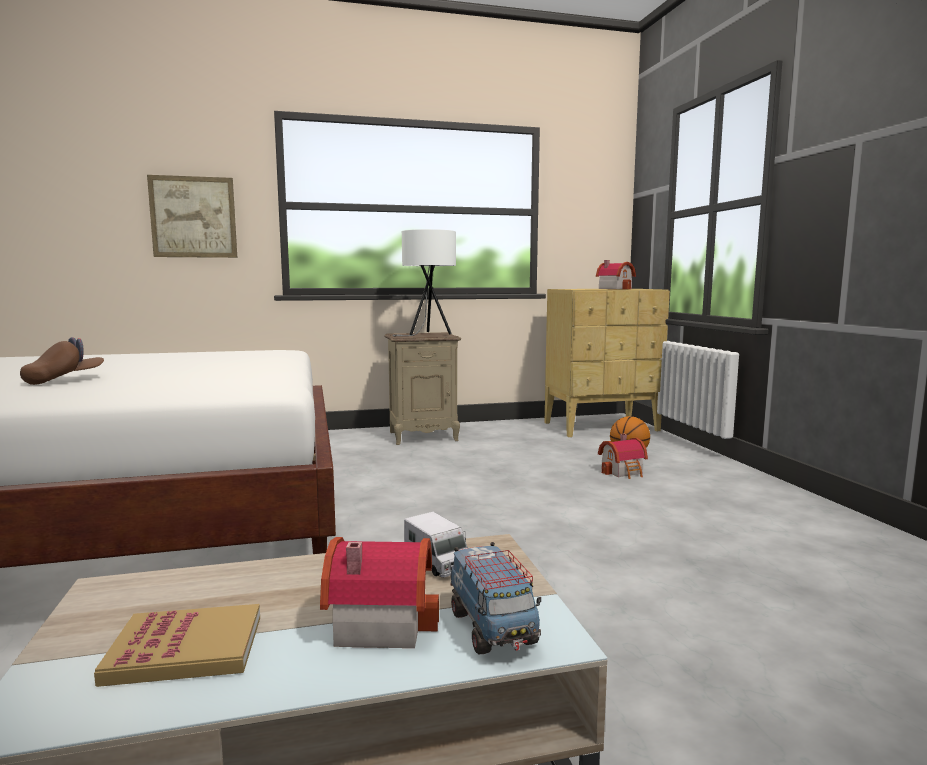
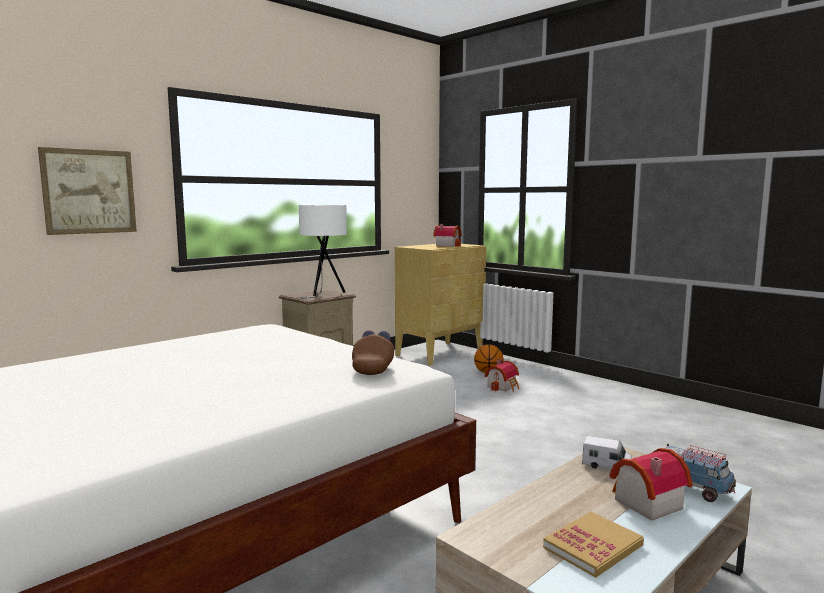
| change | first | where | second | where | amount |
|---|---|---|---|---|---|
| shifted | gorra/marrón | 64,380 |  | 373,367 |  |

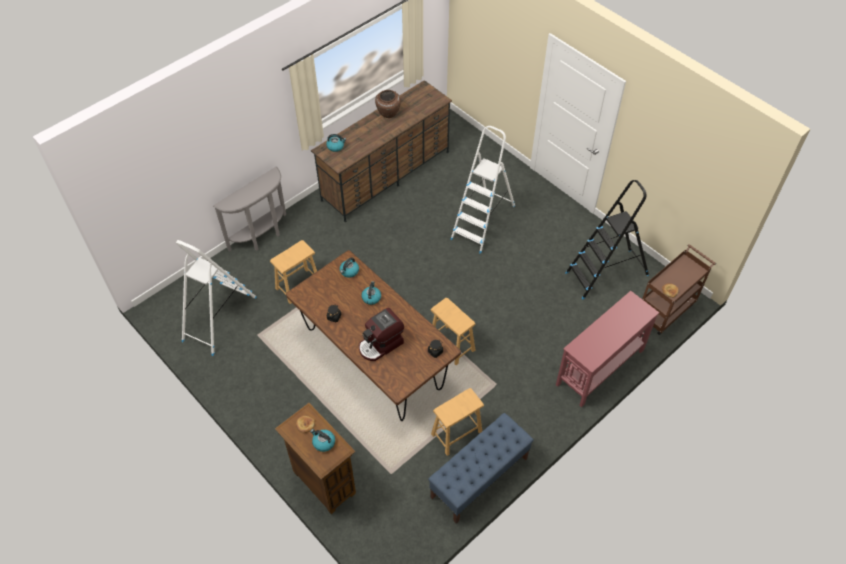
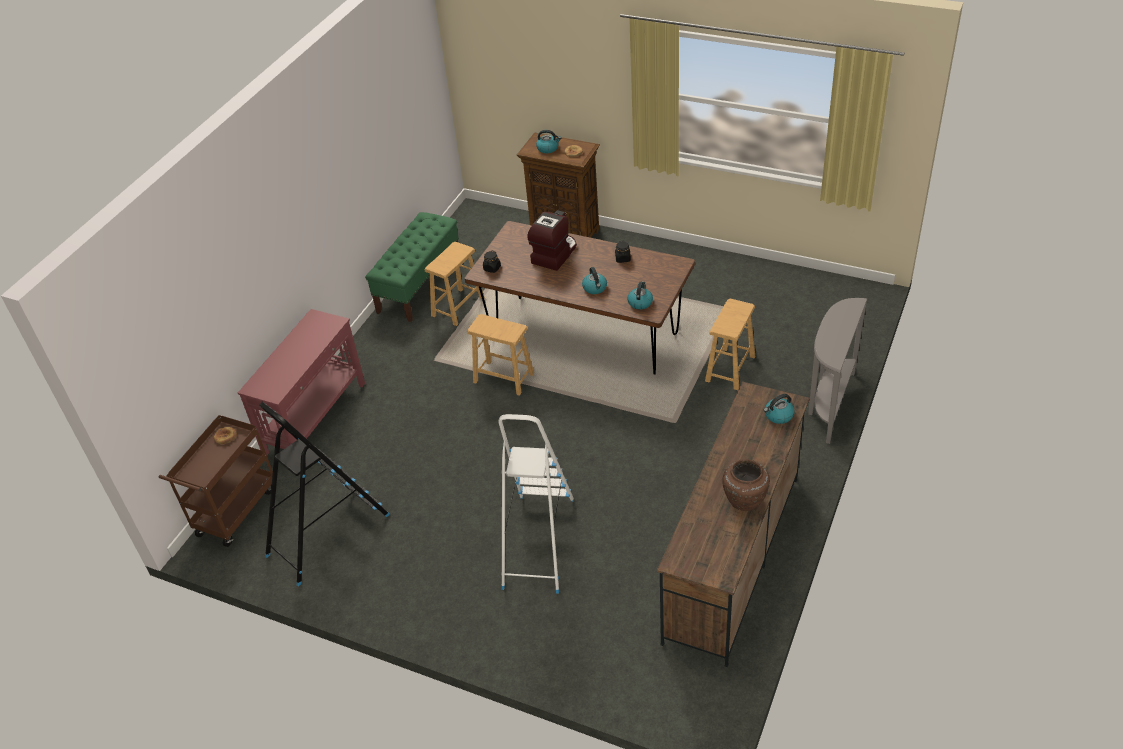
| change | first | where | second | where | amount |
|---|---|---|---|---|---|
| gone | escalera de tijera/blanco | 220,318 |  |  |  |
| repainted | banco/azul | 479,478 | banco/verde | 419,284 |  |

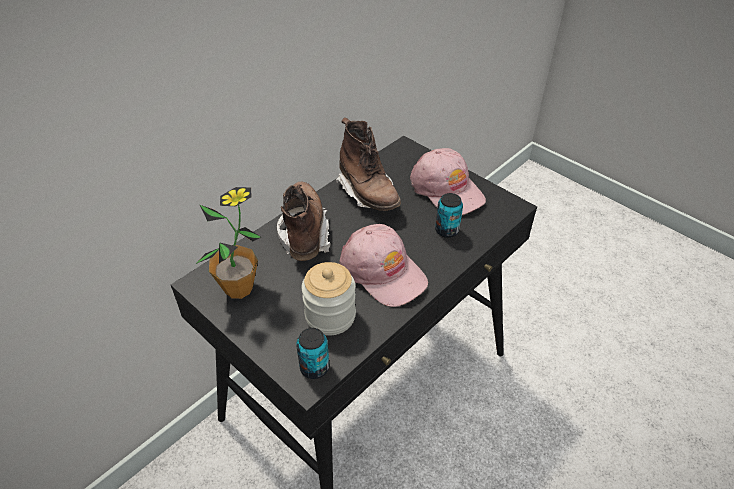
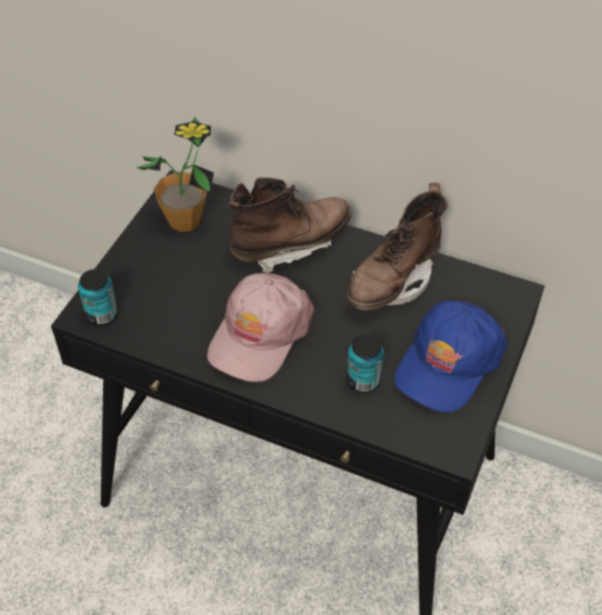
| change | first | where | second | where | amount |
|---|---|---|---|---|---|
| gone | tarro | 330,316 |  |  |  |
| repainted | gorra/rosa | 446,189 | gorra/azul | 448,362 |  |

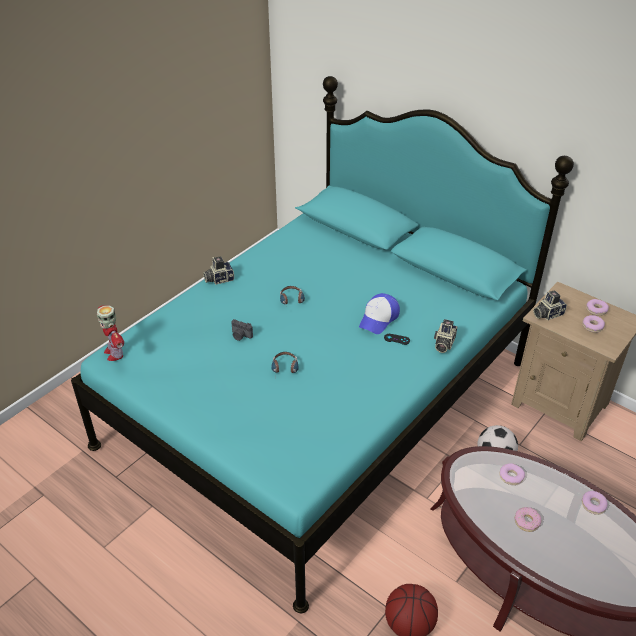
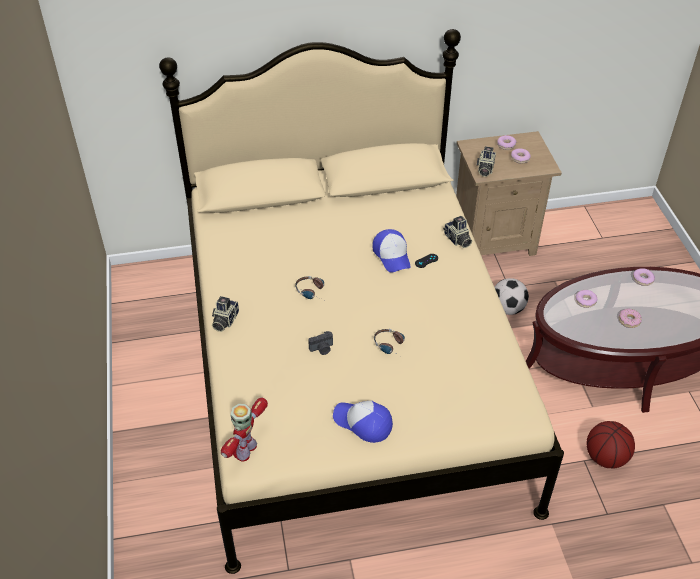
| change | first | where | second | where | amount |
|---|---|---|---|---|---|
| new |  |  | gorra | 363,423 |  |
| repainted | cama/turquesa | 317,403 | cama/beis | 349,372 |  |
| rotated | robot de juguete | 114,353 |  | 246,450 | 105 degrees clockwise |

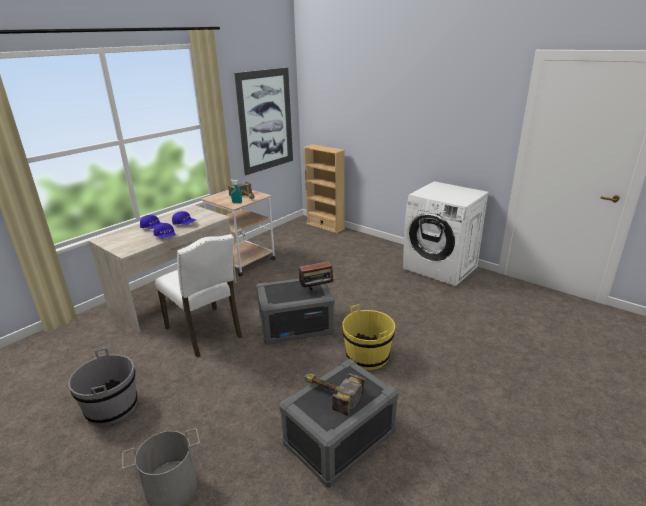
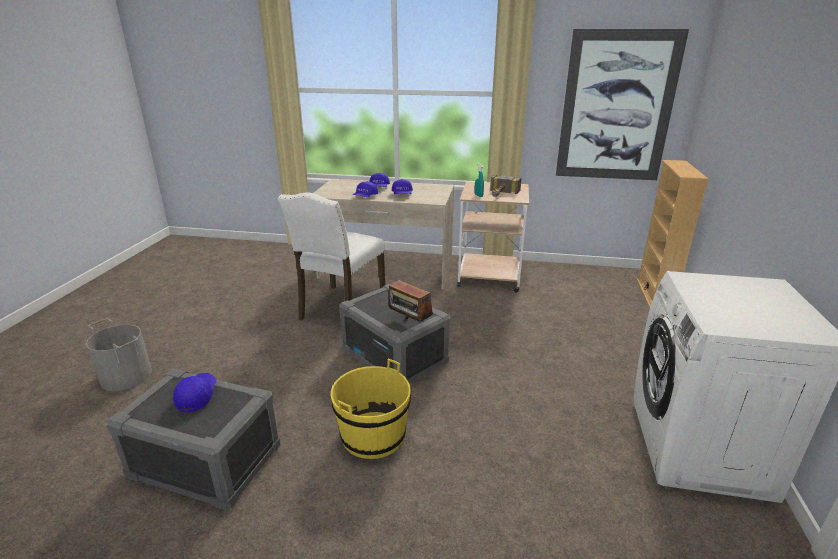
| change | first | where | second | where | amount |
|---|---|---|---|---|---|
| gone | cubo/gris | 112,407 |  |  |  |
| swapped | martillo | 330,393 | gorra/azul | 197,396 |  |

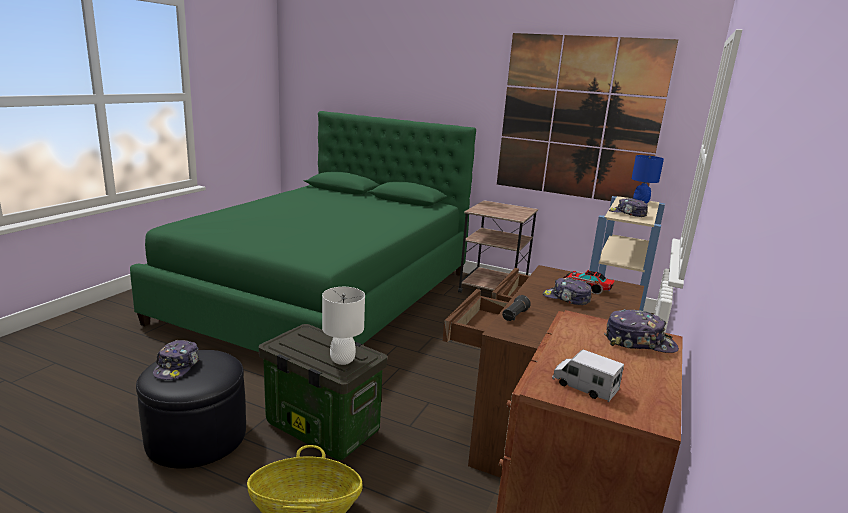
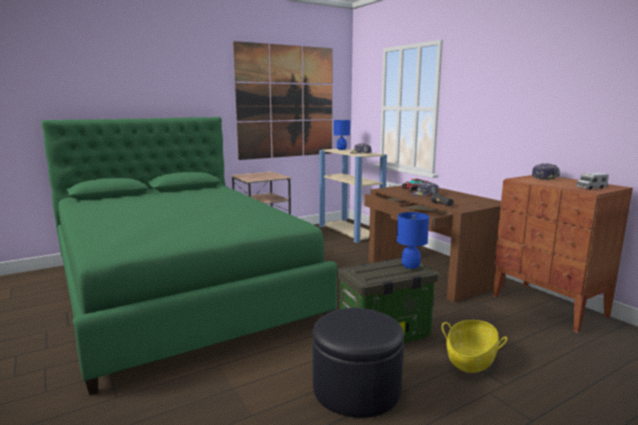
| change | first | where | second | where | amount |
|---|---|---|---|---|---|
| gone | gorra | 177,367 |  |  |  |
| repainted | lámpara de mesa/blanco | 343,361 | lámpara de mesa/azul | 411,266 |  |

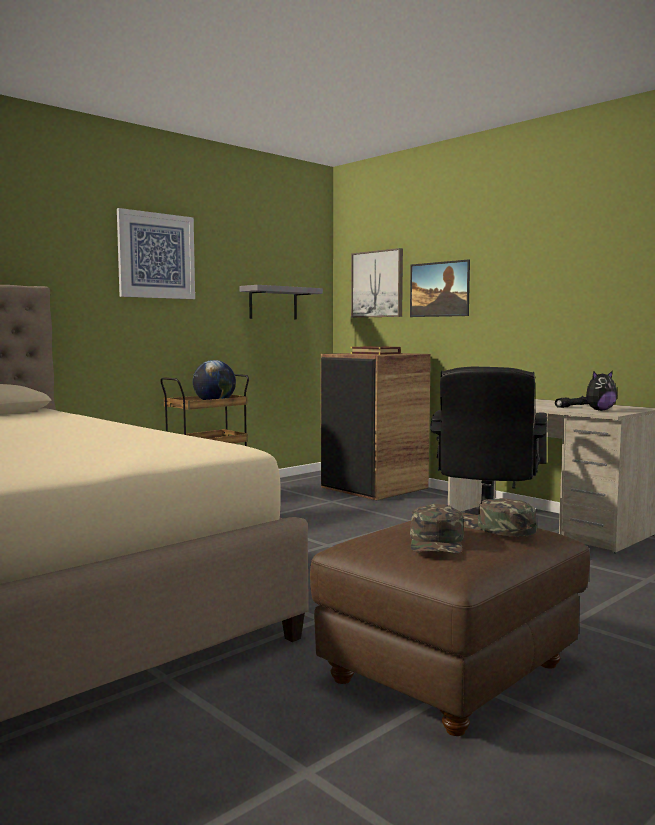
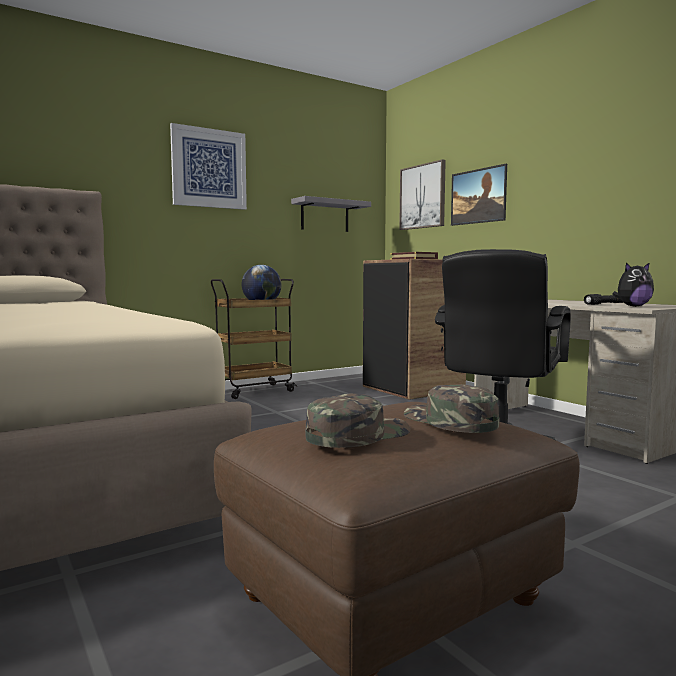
| change | first | where | second | where | amount |
|---|---|---|---|---|---|
| rotated | gorra/verde | 437,542 |  | 357,435 | 150 degrees counterclockwise |

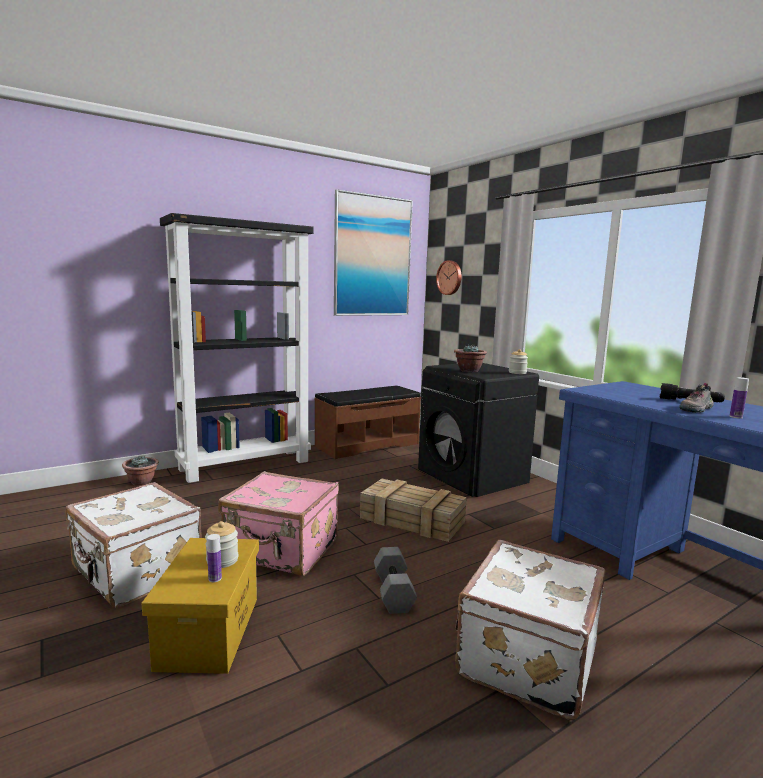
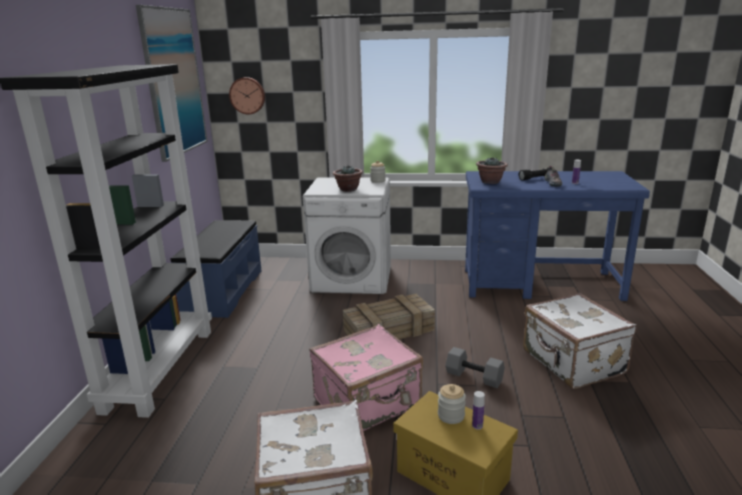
| change | first | where | second | where | amount |
|---|---|---|---|---|---|
| shifted | planta en maceta | 142,482 |  | 490,182 |  |
| repainted | banco/marrón | 367,445 | banco/azul | 223,291 |  |
| repainted | lavadora/negro | 471,476 | lavadora/blanco | 352,279 |  |

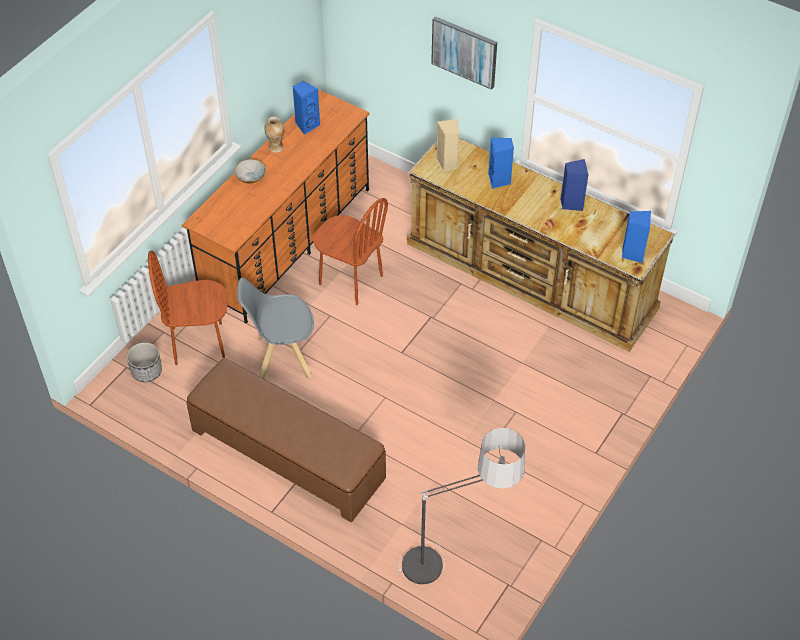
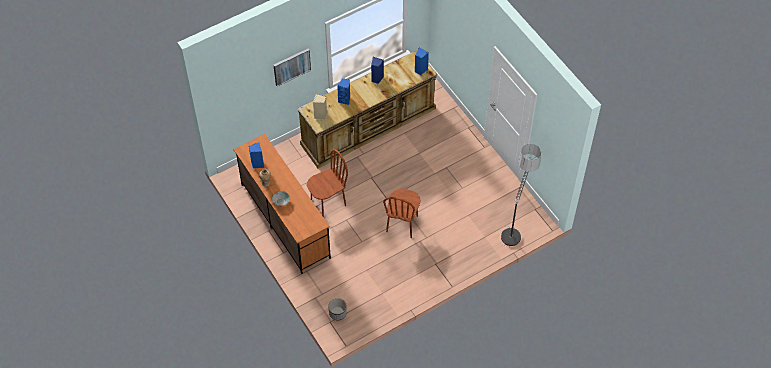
| change | first | where | second | where | amount |
|---|---|---|---|---|---|
| gone | banco/marrón | 286,454 |  |  |  |
| gone | silla/gris | 282,357 |  |  |  |
| shifted | silla/marrón | 198,343 |  | 402,224 |  |

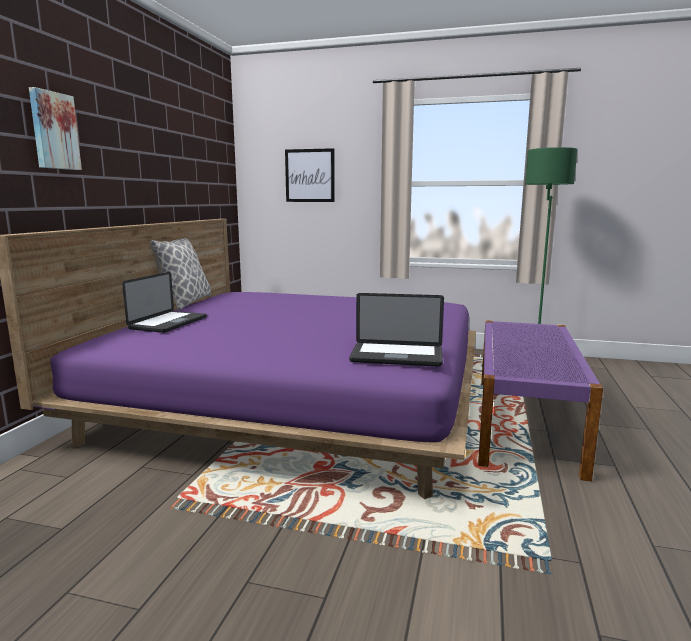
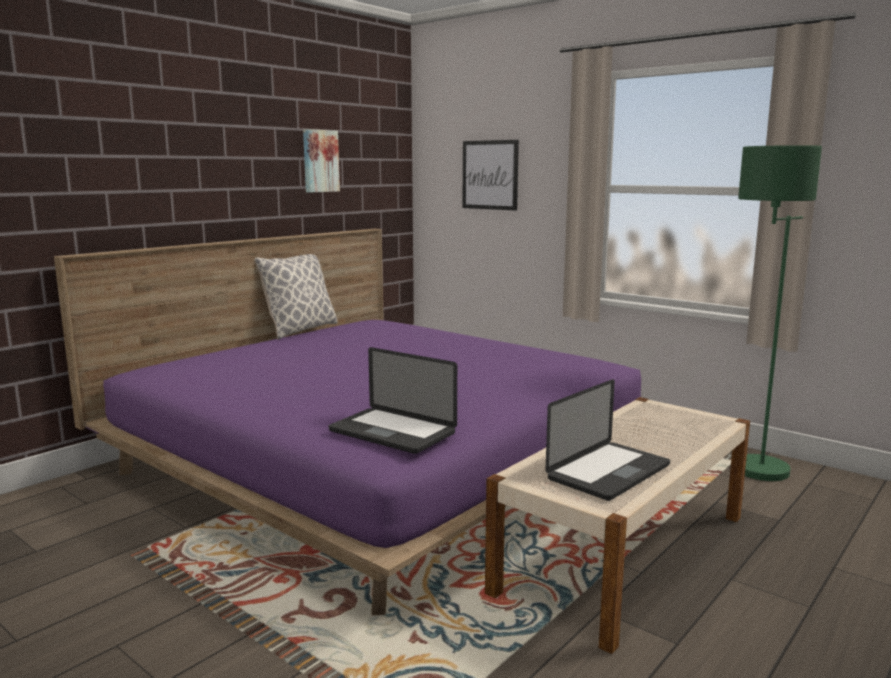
| change | first | where | second | where | amount |
|---|---|---|---|---|---|
| shifted | cuadro | 53,131 |  | 320,161 |  |
| shifted | portátil | 168,323 |  | 608,472 |  |
| repainted | banco/morado | 523,422 | banco/beis | 623,552 |  |

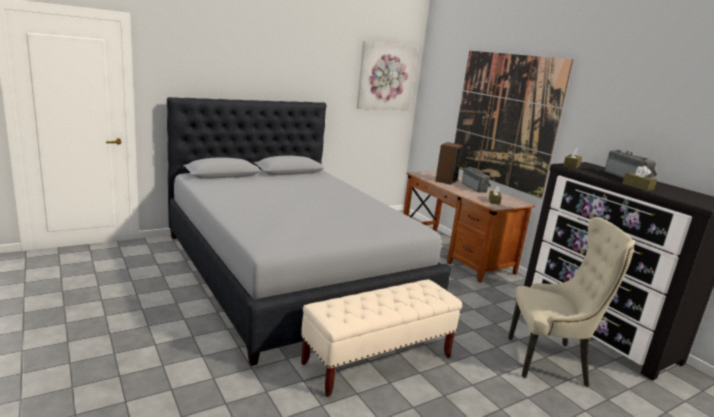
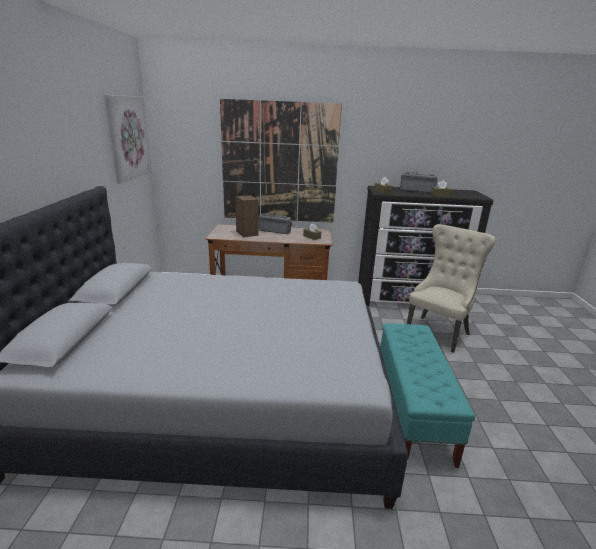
| change | first | where | second | where | amount |
|---|---|---|---|---|---|
| repainted | banco/beis | 378,360 | banco/turquesa | 412,410 |  |

